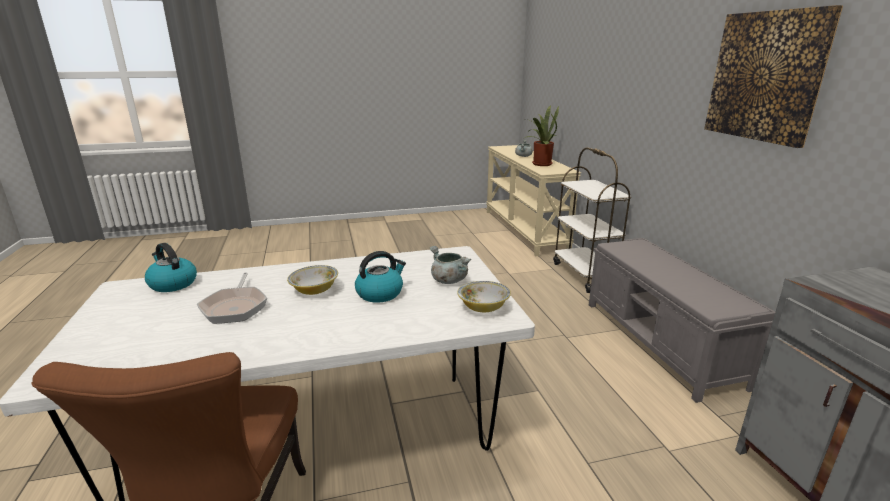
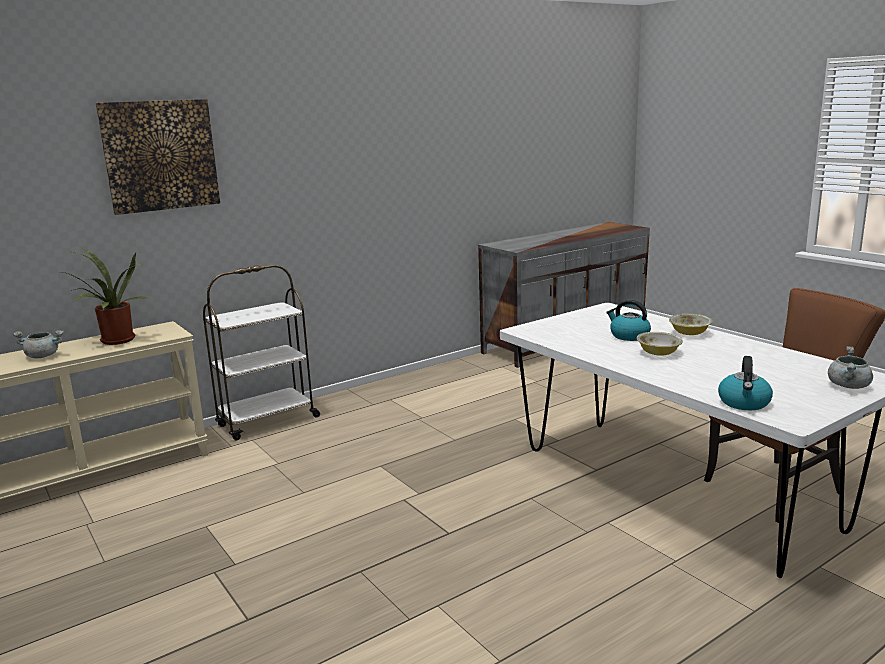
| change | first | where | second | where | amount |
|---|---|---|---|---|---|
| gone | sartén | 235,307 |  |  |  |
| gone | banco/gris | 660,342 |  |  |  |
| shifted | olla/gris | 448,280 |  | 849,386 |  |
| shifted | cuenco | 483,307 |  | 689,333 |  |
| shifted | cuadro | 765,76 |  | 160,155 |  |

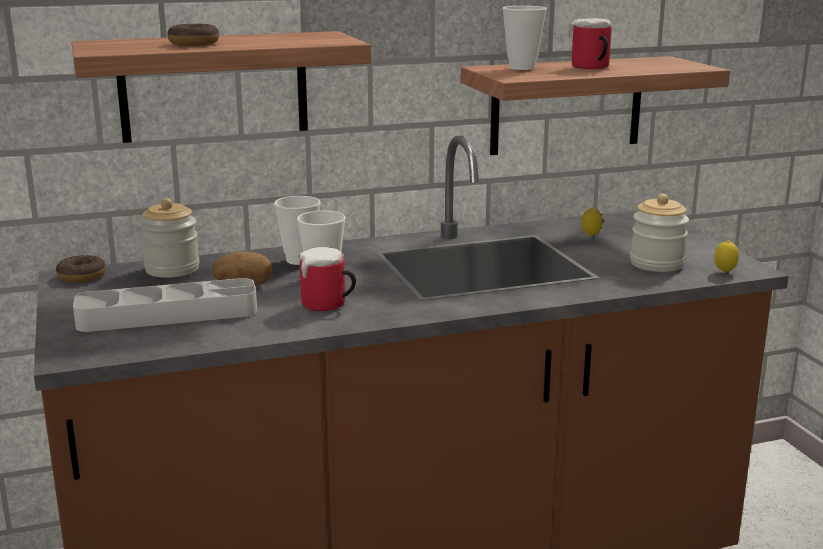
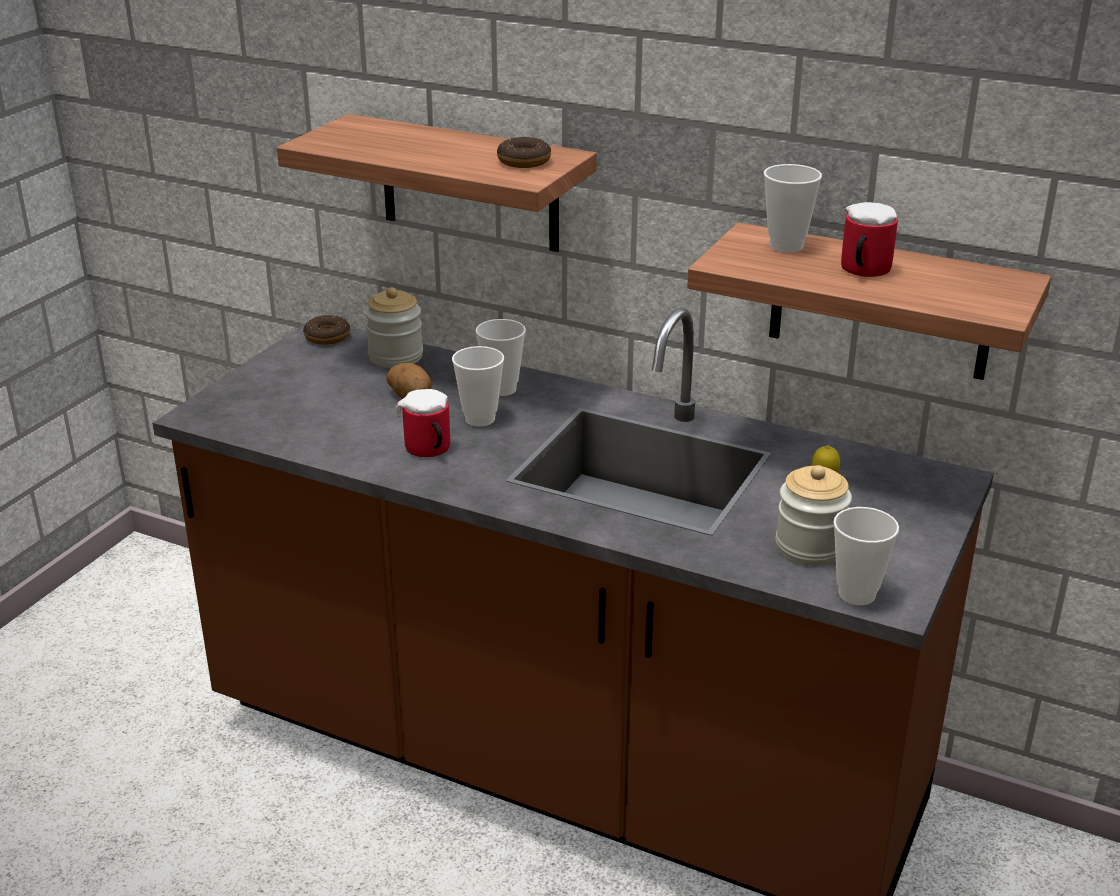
| change | first | where | second | where | amount |
|---|---|---|---|---|---|
| gone | bandeja/gris | 168,315 |  |  |  |
| shifted | rosquilla | 194,43 |  | 524,161 |  |
| swapped | limón | 724,272 | taza | 857,594 |  |

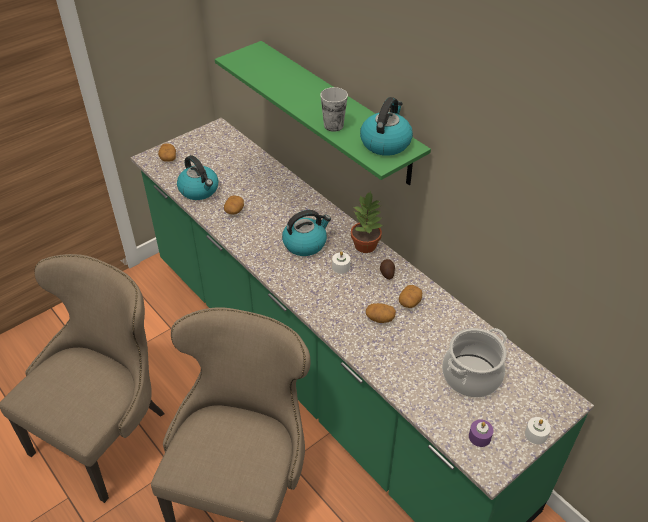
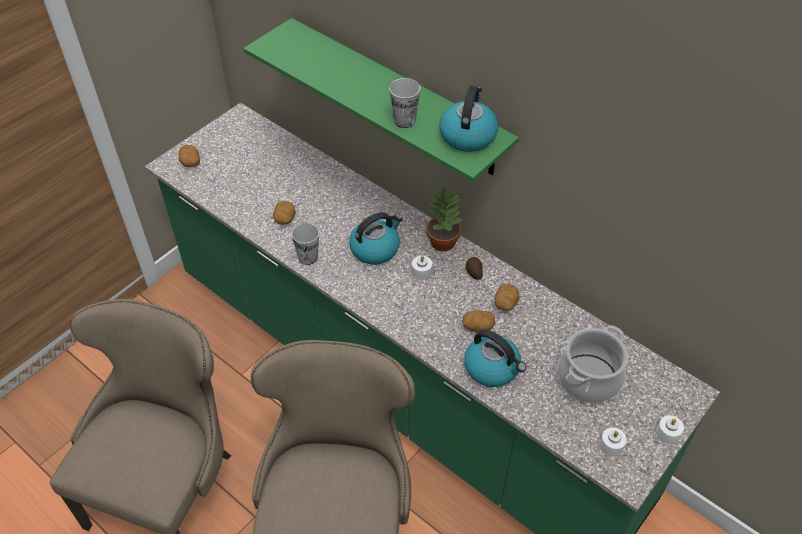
| change | first | where | second | where | amount |
|---|---|---|---|---|---|
| new |  |  | taza | 308,257 |  |
| shifted | hervidor | 199,190 |  | 492,368 |  |
| repainted | vela/morado | 479,437 | vela/blanco | 611,445 |  |

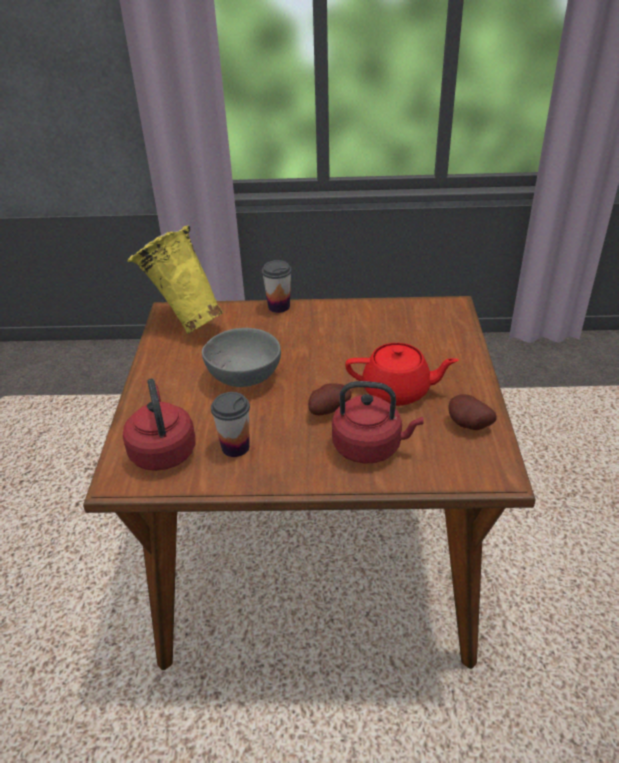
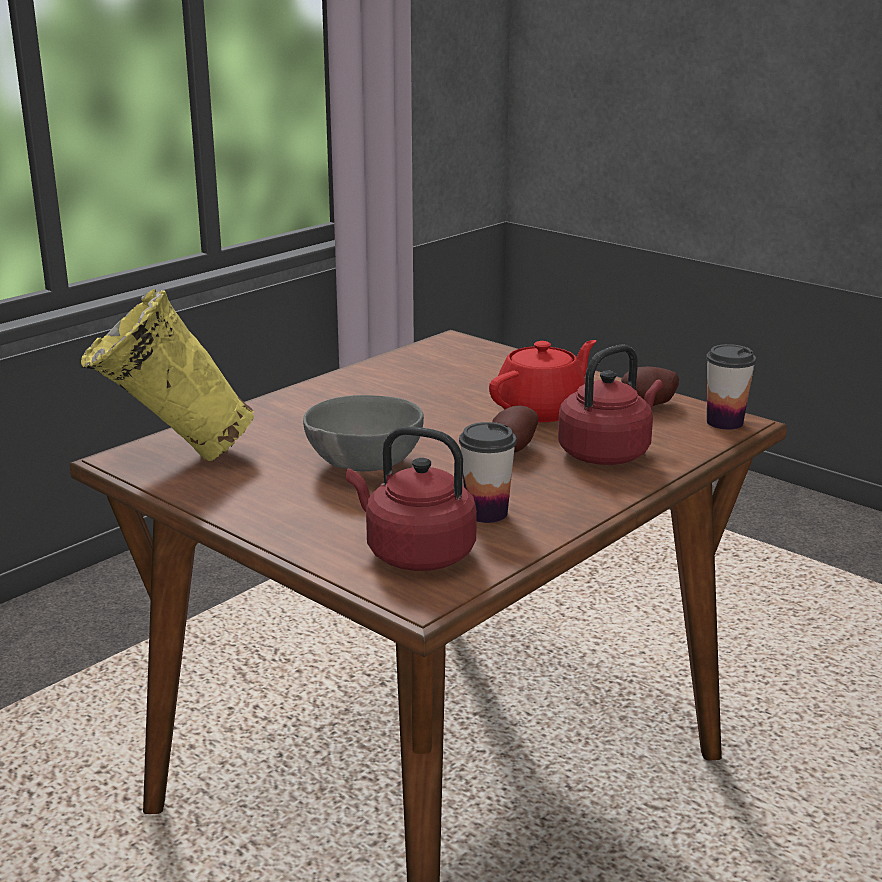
| change | first | where | second | where | amount |
|---|---|---|---|---|---|
| shifted | taza | 279,306 |  | 724,422 |  |

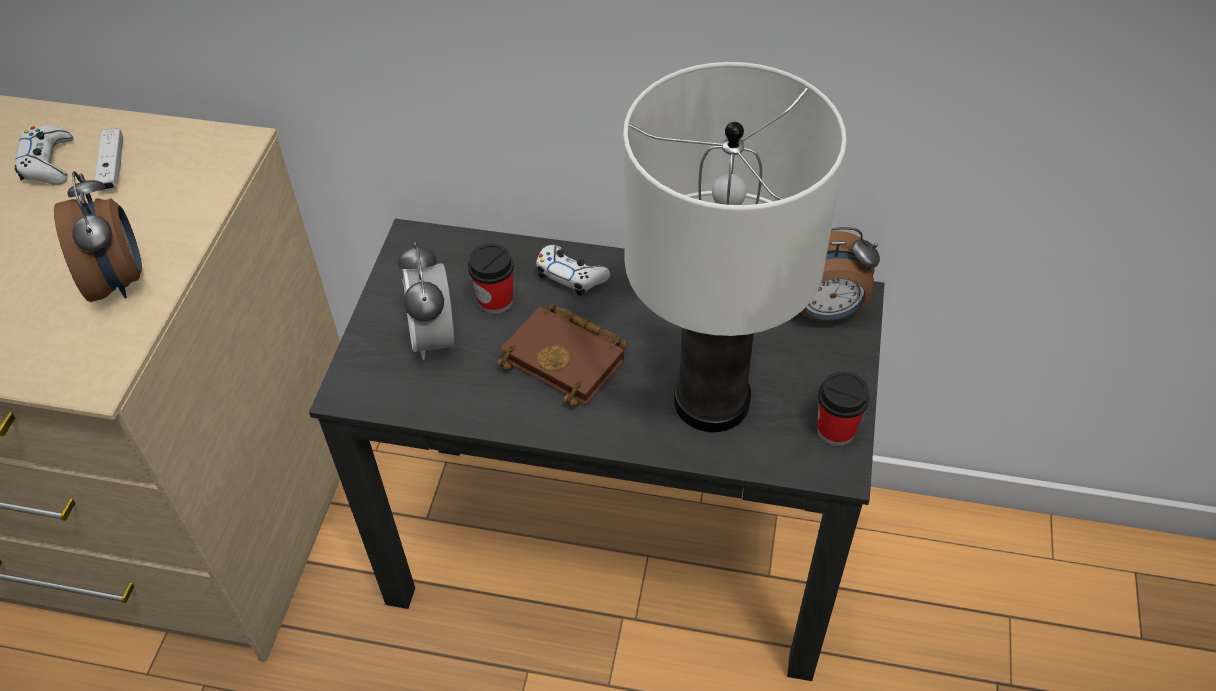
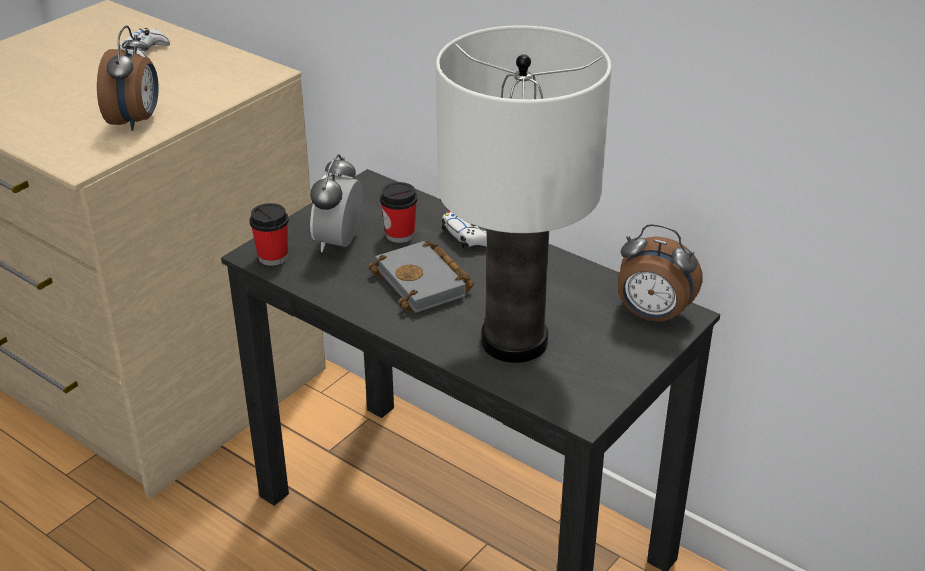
| change | first | where | second | where | amount |
|---|---|---|---|---|---|
| gone | mando de consola/blanco | 113,167 |  |  |  |
| shifted | taza | 836,430 |  | 273,257 |  |
| repainted | libro/marrón | 568,359 | libro/gris | 425,283 |  |

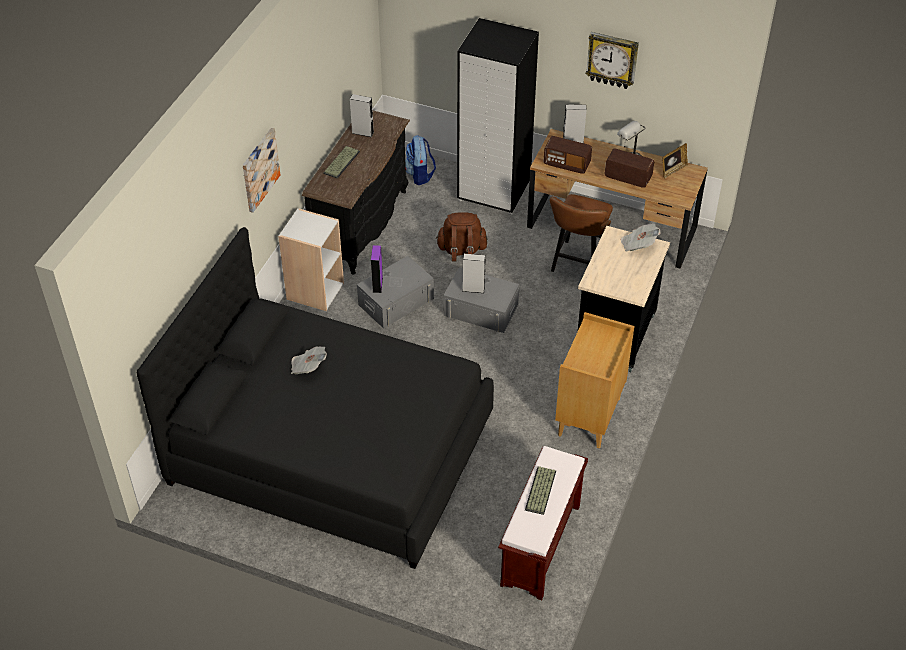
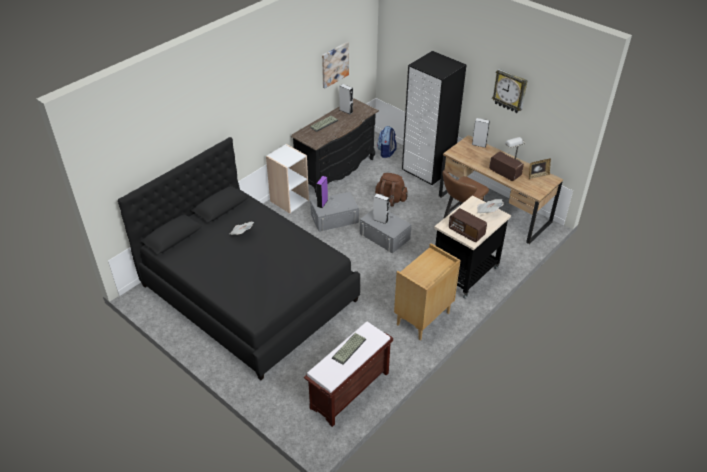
| change | first | where | second | where | amount |
|---|---|---|---|---|---|
| shifted | cuadro | 259,169 |  | 334,64 |  |
| shifted | radio | 567,164 |  | 466,232 |  |

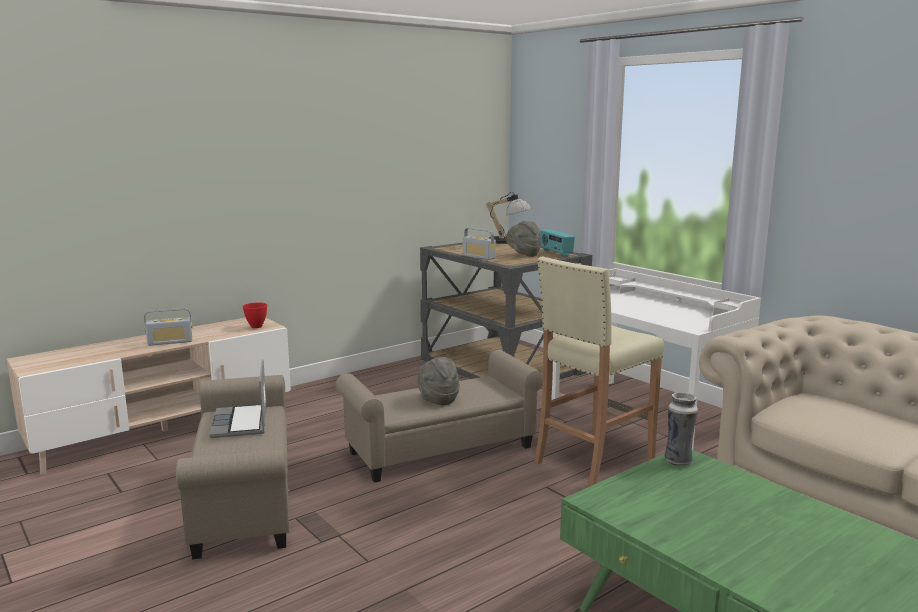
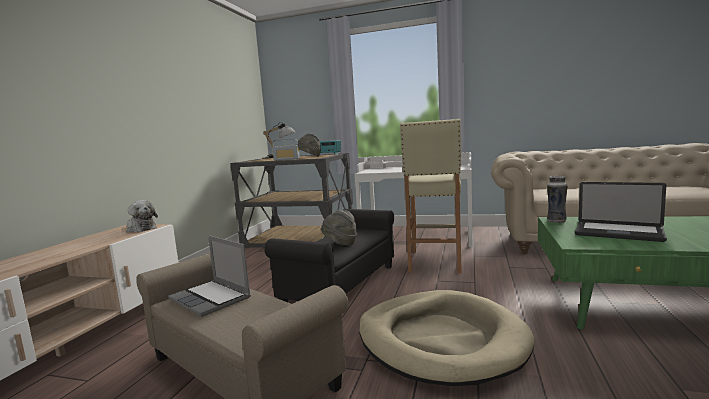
| change | first | where | second | where | amount |
|---|---|---|---|---|---|
| gone | radio | 170,342 |  |  |  |
| new |  |  | cama para perro/beis | 440,340 |  |
| new |  |  | portátil | 618,233 |  |
| swapped | cuenco/rojo | 256,326 | peluche | 140,229 |  |
| repainted | puf/beis | 441,449 | puf/negro | 341,285 |  |

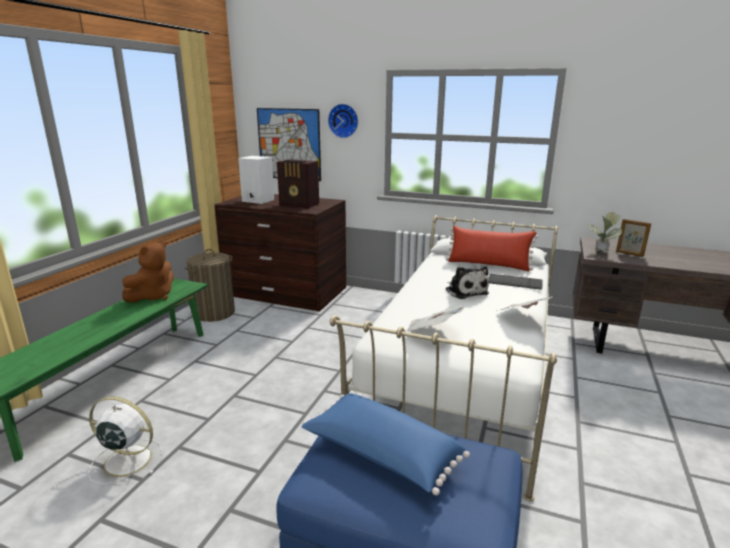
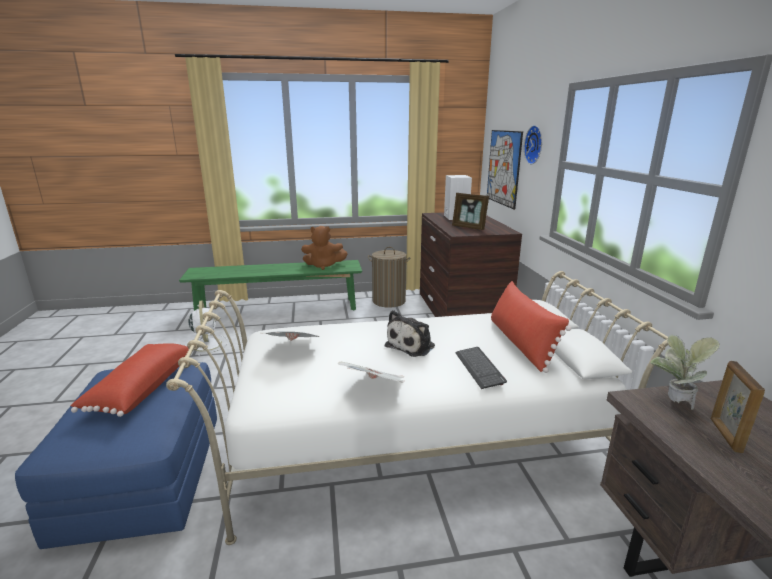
| change | first | where | second | where | amount |
|---|---|---|---|---|---|
| swapped | radio | 299,205 | portarretratos | 469,227 |  |
| repainted | cojín/azul | 381,455 | cojín/rojo | 140,389 |  |

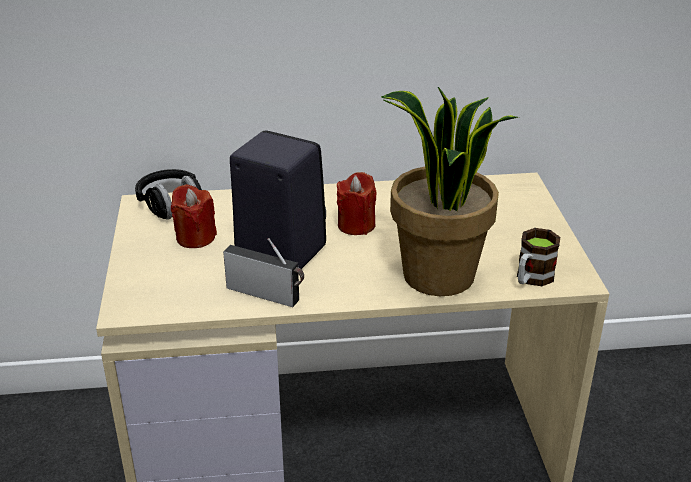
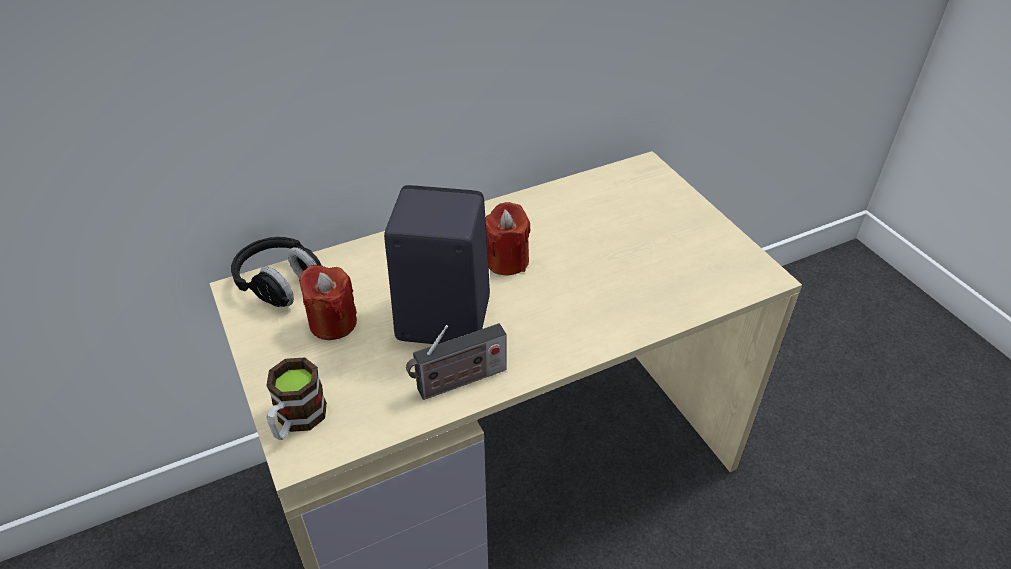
| change | first | where | second | where | amount |
|---|---|---|---|---|---|
| gone | planta en maceta | 438,276 |  |  |  |
| shifted | taza grande | 531,279 |  | 297,421 |  |
| rotated | radio | 266,294 |  | 458,382 | 150 degrees clockwise |

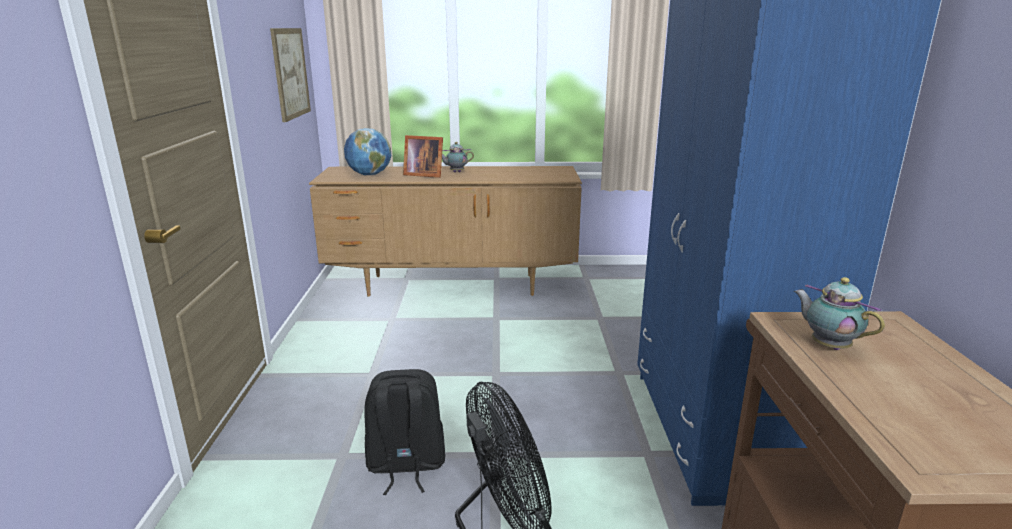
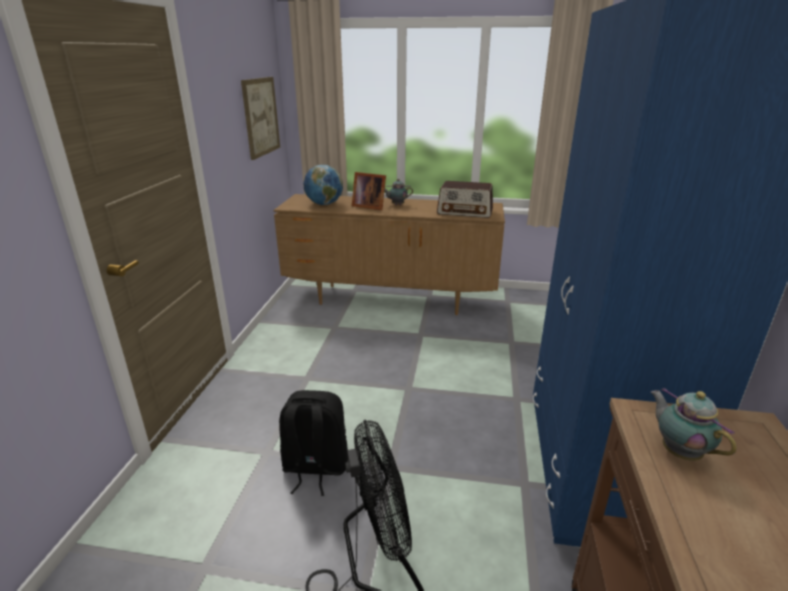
| change | first | where | second | where | amount |
|---|---|---|---|---|---|
| new |  |  | radio | 465,212 |  |

